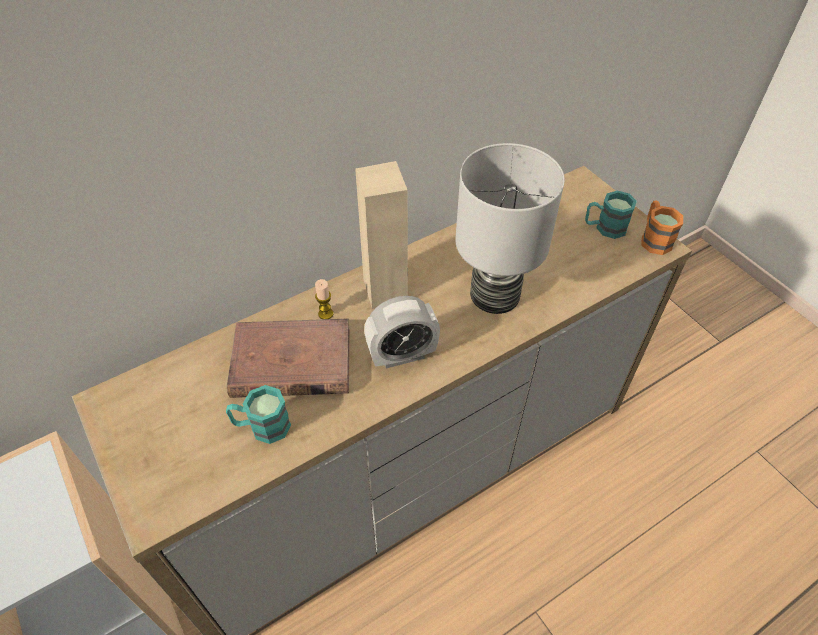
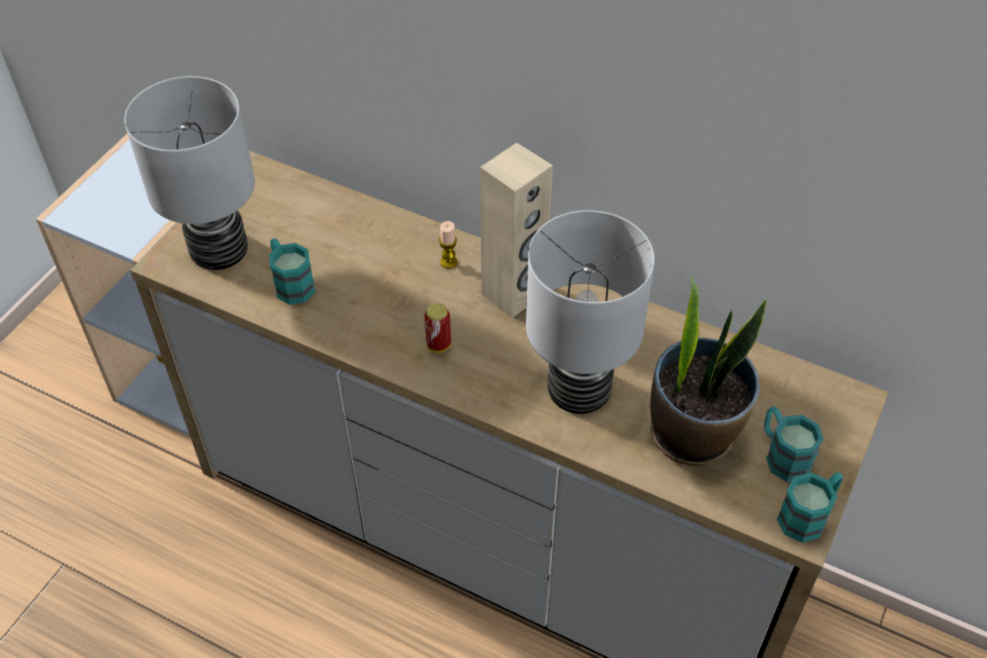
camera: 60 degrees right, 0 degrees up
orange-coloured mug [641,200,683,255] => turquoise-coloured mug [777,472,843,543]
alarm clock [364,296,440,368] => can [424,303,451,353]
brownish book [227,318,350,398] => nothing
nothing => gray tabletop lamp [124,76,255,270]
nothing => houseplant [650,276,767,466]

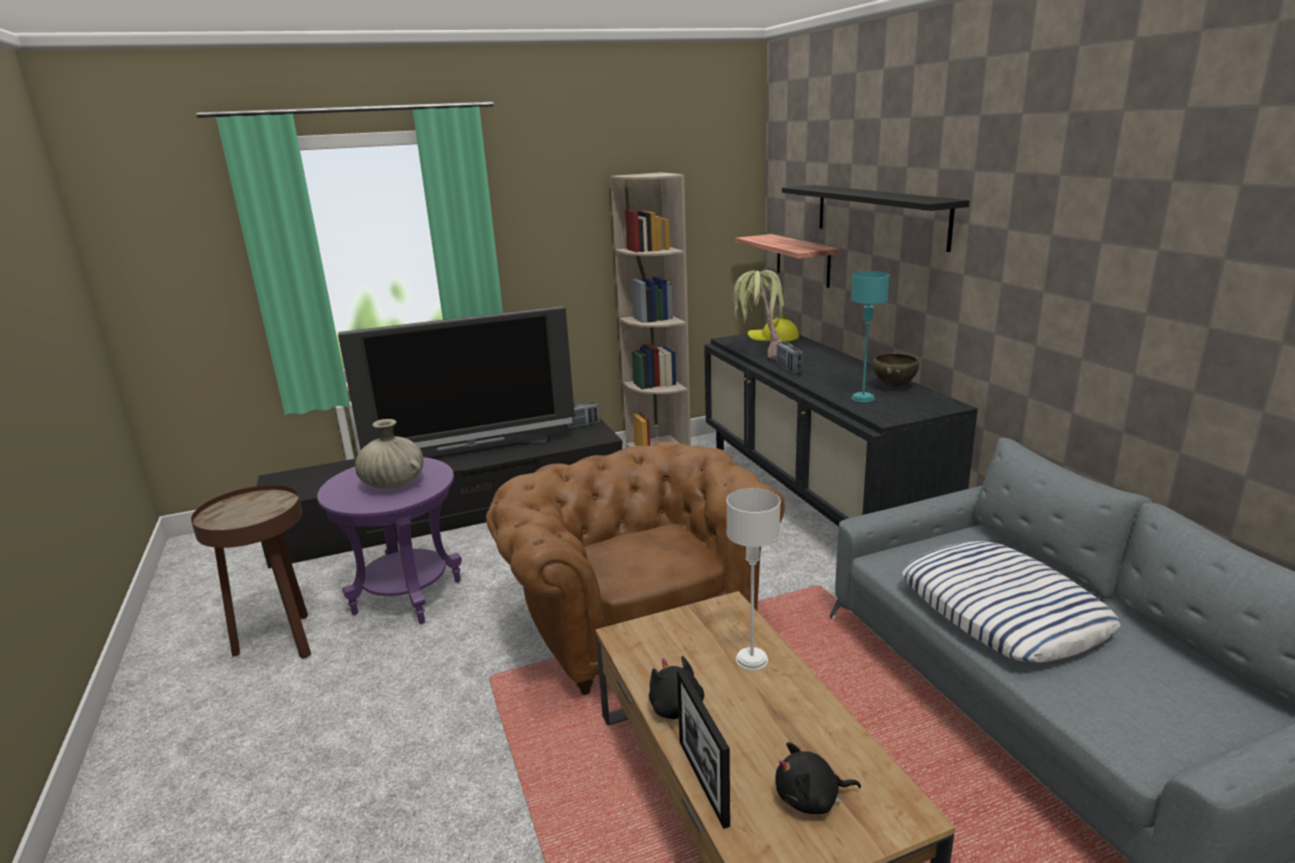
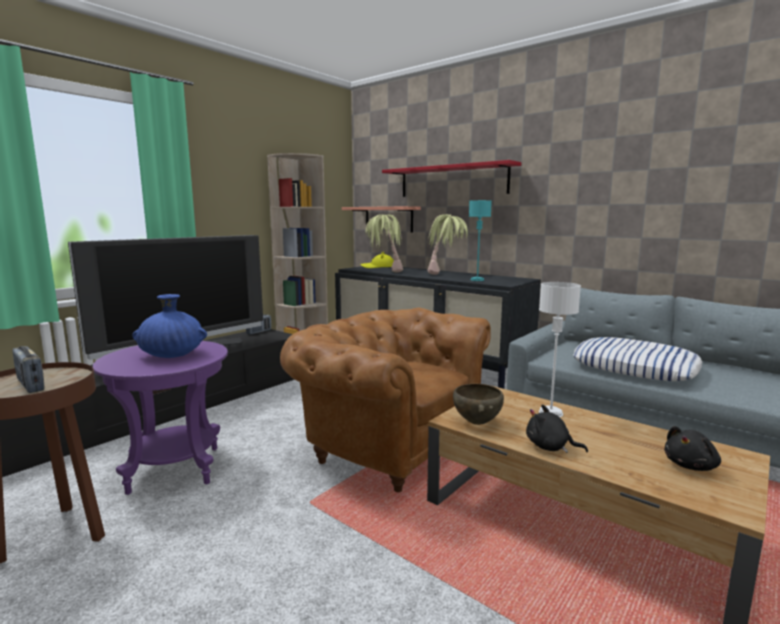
camera: 30 degrees left, 10 degrees down
black-coloured shelf [782,185,970,252] => reddish shelf [382,160,521,197]
radio set [776,342,804,375] => radio set [12,346,44,393], move
brownish deep dish [873,354,919,388] => brownish deep dish [453,384,504,425], move
beige-coloured decorative vase [355,419,424,489] => bluish decorative vase [132,294,207,358]
standing frame [677,669,730,829] => nothing
nothing => houseplant [427,214,468,275]

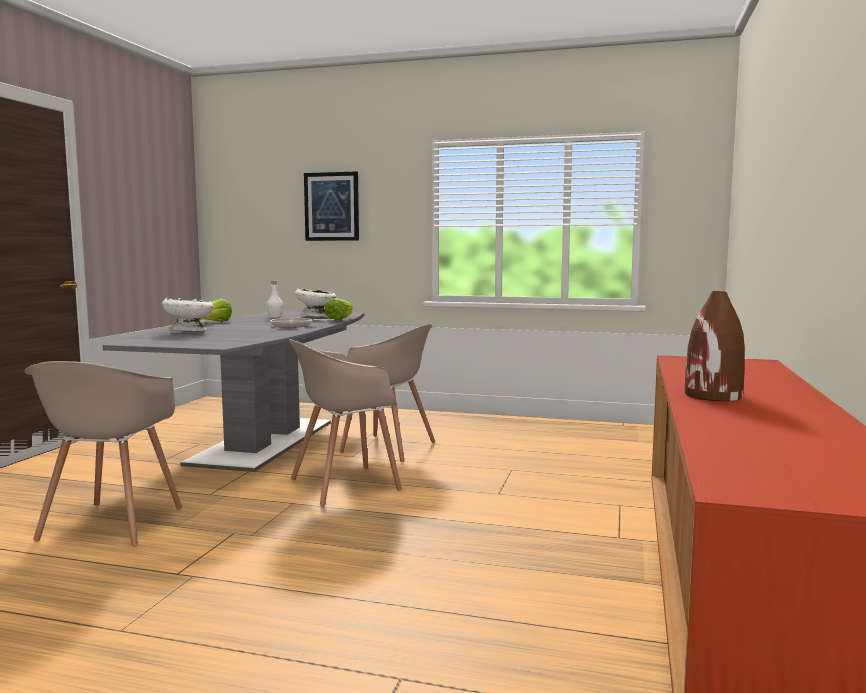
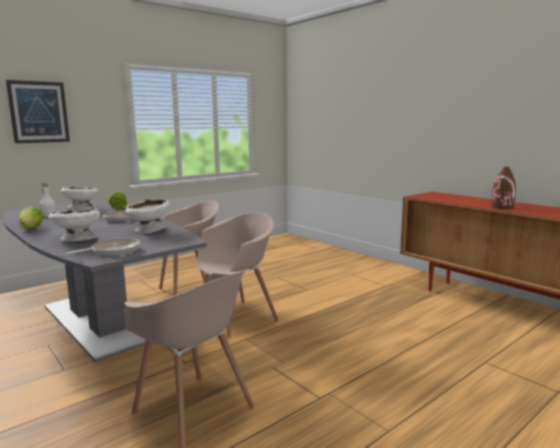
camera: 55 degrees left, 5 degrees up
beige-coloured upright chair [289,339,402,506] => beige-coloured upright chair [197,212,279,338], 135 degrees counterclockwise
nothing => whitish deep dish [126,198,170,234]
nothing => frying pan [65,238,140,256]

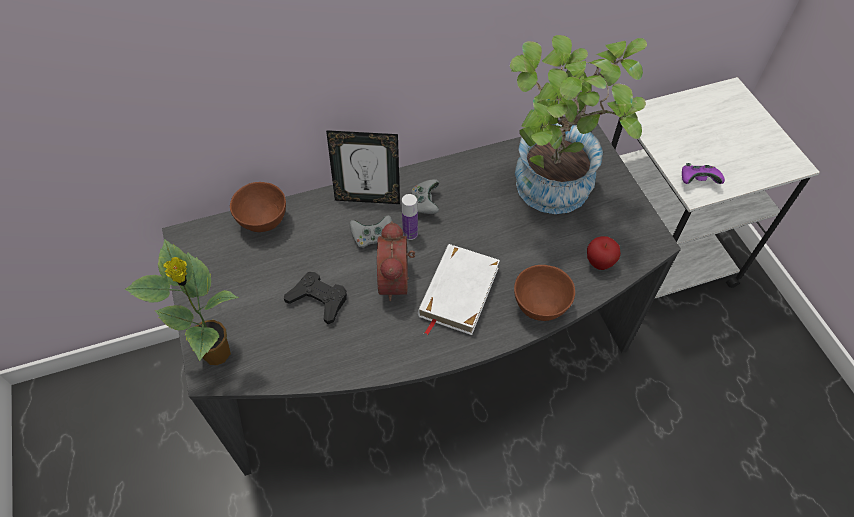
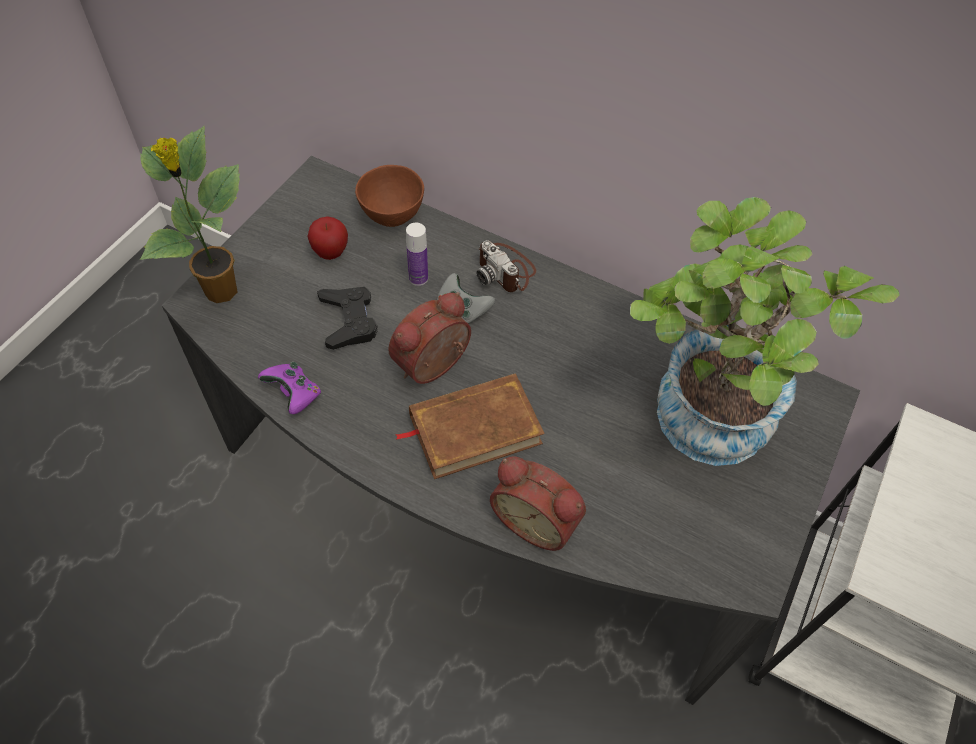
camera: 45 degrees right, 0 degrees up
standing frame [326,130,400,204] => still camera [476,240,536,292]
purple joypad [682,163,725,184] => purple joypad [258,362,321,414], move
gray joypad [411,179,439,214] => nothing
beverage bottle [402,194,418,240] => beverage bottle [406,223,428,286], move
apple fruit [587,236,621,270] => apple fruit [307,216,348,260], move
whitish book [418,244,500,335] => brownish book [396,373,545,479]
brownish deep dish [514,265,575,321] => alarm clock [490,457,586,551]

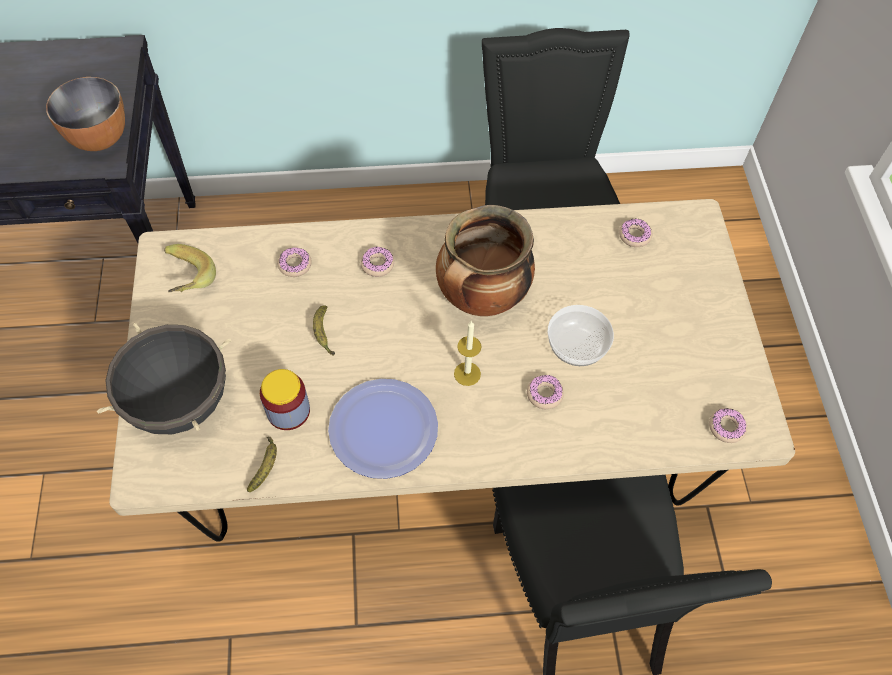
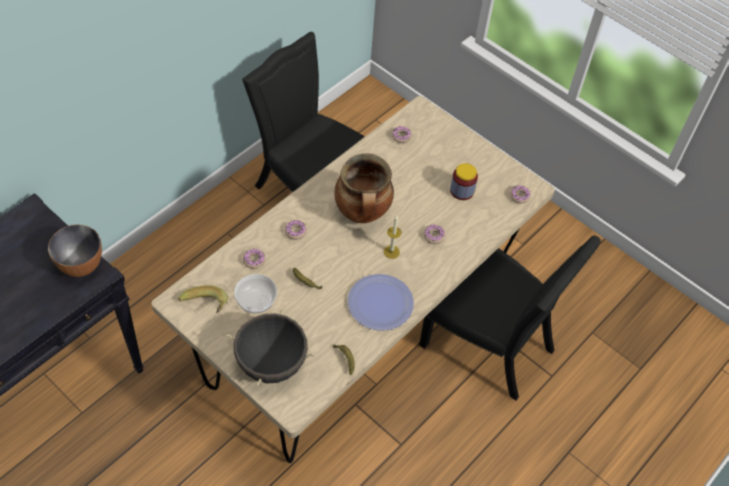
camera: 45 degrees left, 5 degrees down
deep dish [548,305,614,366] => deep dish [234,274,277,313], move
jar [260,369,310,430] => jar [450,163,478,200], move

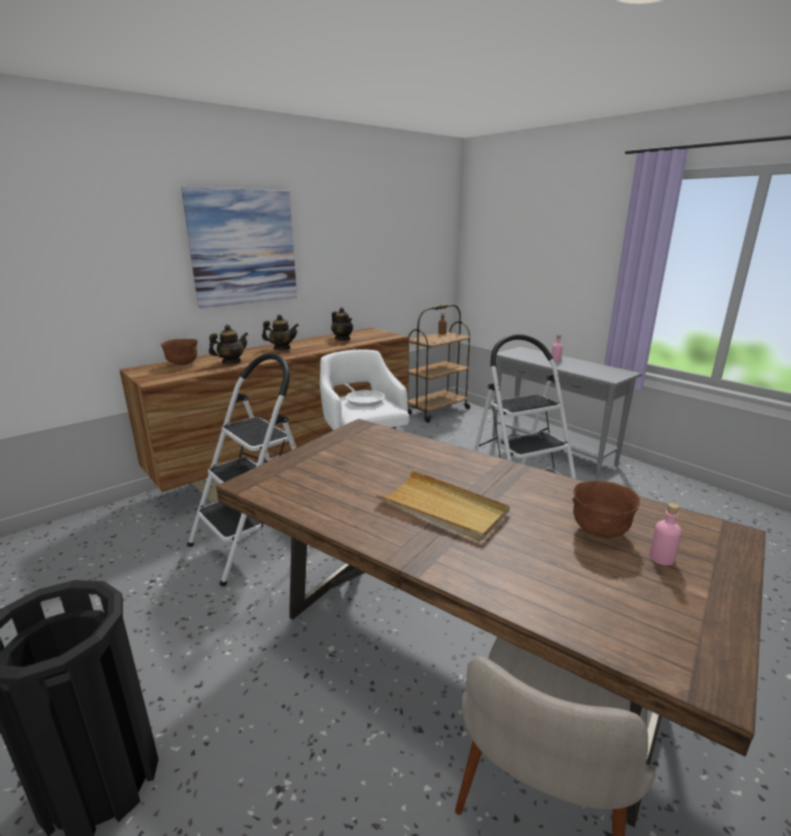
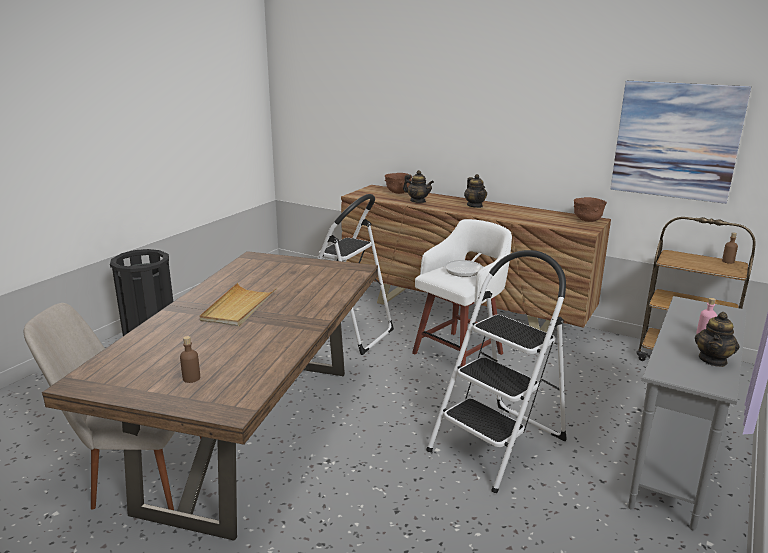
camera: 70 degrees right, 0 degrees up
wall picture [181,187,297,308] => wall picture [611,81,751,204], move
tea pot [331,307,353,340] => tea pot [695,312,739,367], move
brownish deep dish [572,481,640,538] => brownish deep dish [573,197,607,222], move
pink beverage bottle [649,503,682,566] => brownish beverage bottle [180,336,200,383]

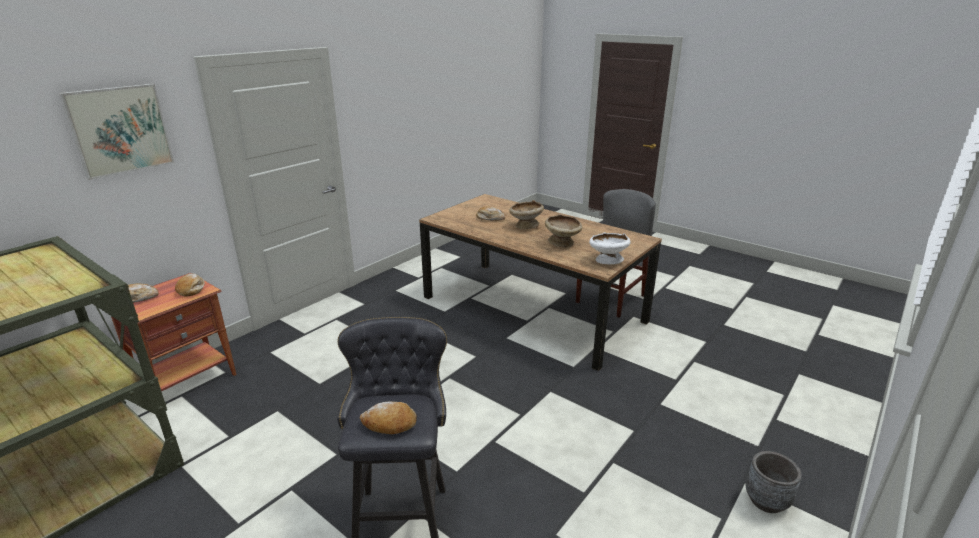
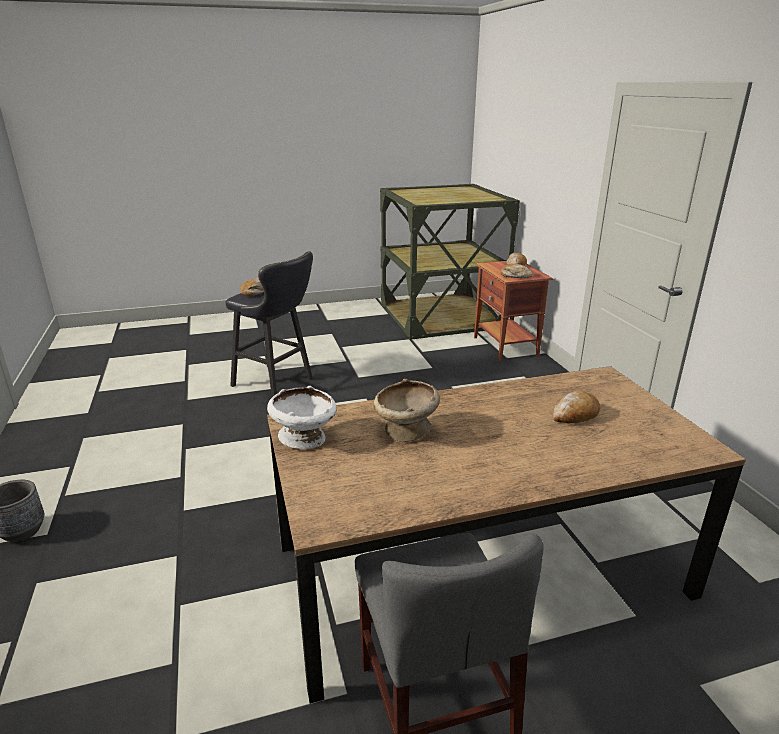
camera: 125 degrees right, 0 degrees up
wall picture [59,84,174,180] => nothing
beige-coloured deep dish [509,200,544,229] => nothing

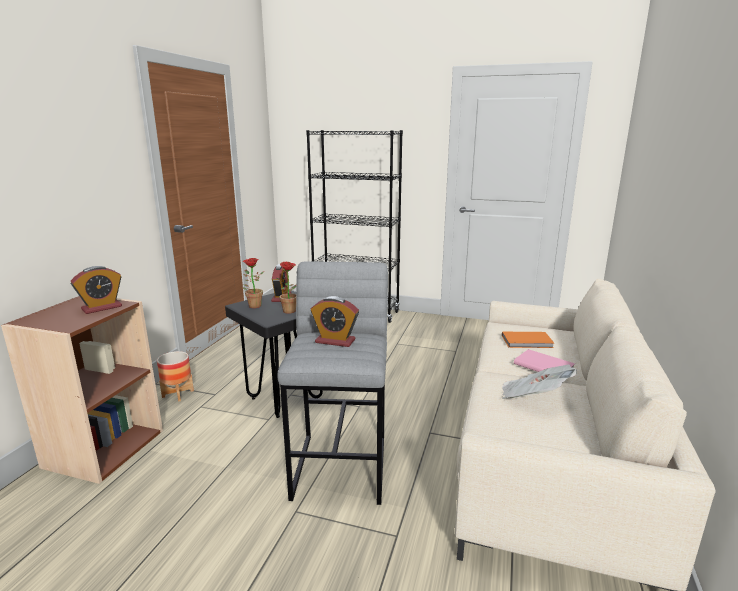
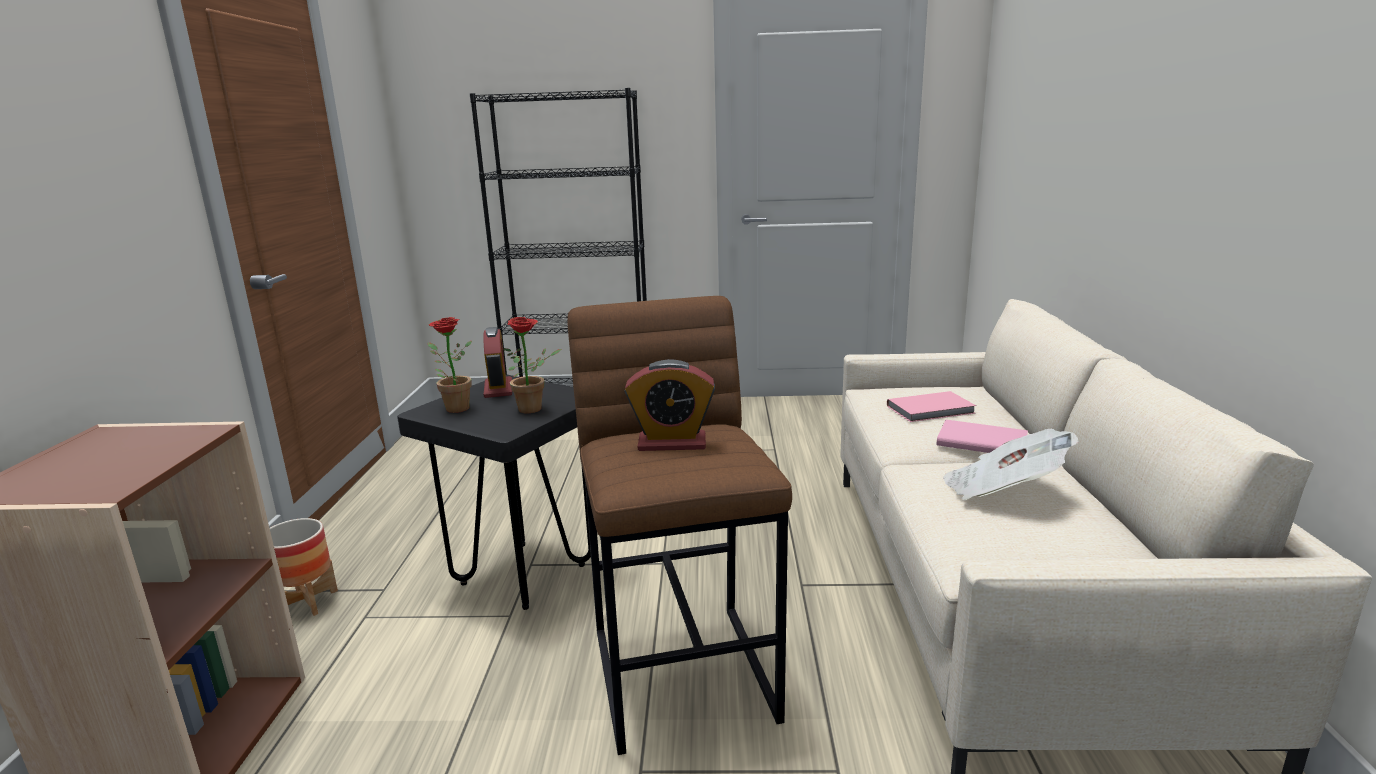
camera: 15 degrees left, 0 degrees up
gray sitting stool [277,261,388,505] => brownish sitting stool [567,296,792,755]
alarm clock [71,266,122,314] => nothing
orange-coloured book [502,332,554,348] => pink book [887,391,976,422]

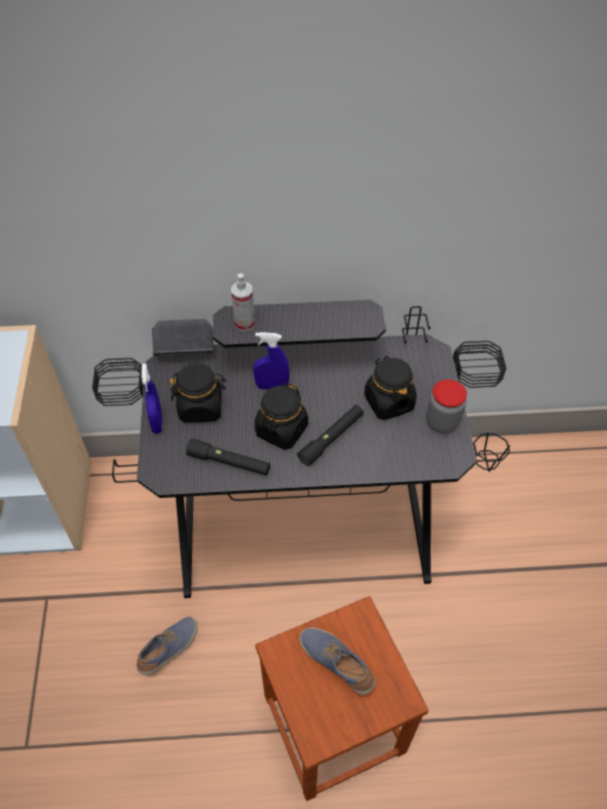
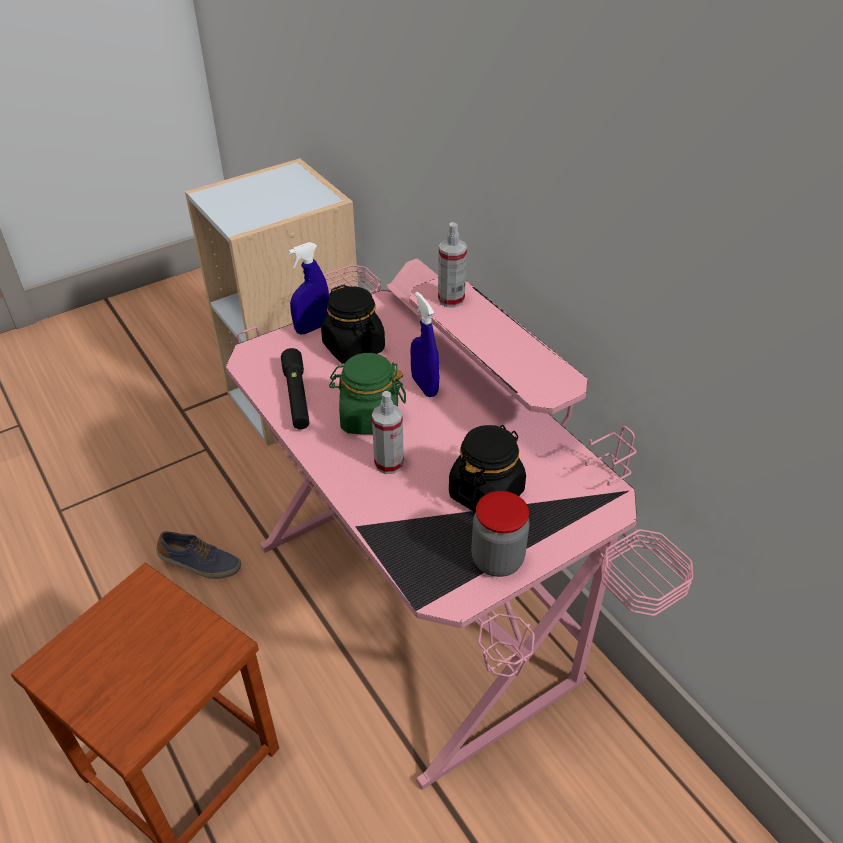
camera: 60 degrees right, 10 degrees down
black-coloured desk unit [92,300,510,598] => pink desk unit [226,259,693,790]
black-coloured jar [255,383,308,450] => greenish jar [329,353,406,434]
black-coloured torch [297,405,364,466] => hand sprayer [372,391,404,474]
item of footwear [299,628,375,695] => nothing

